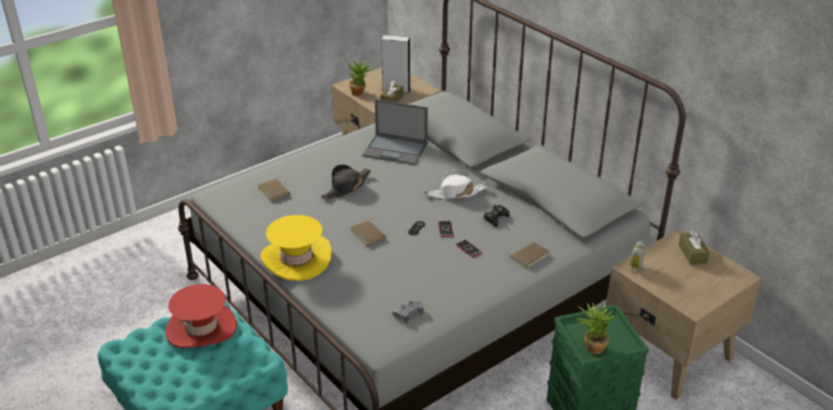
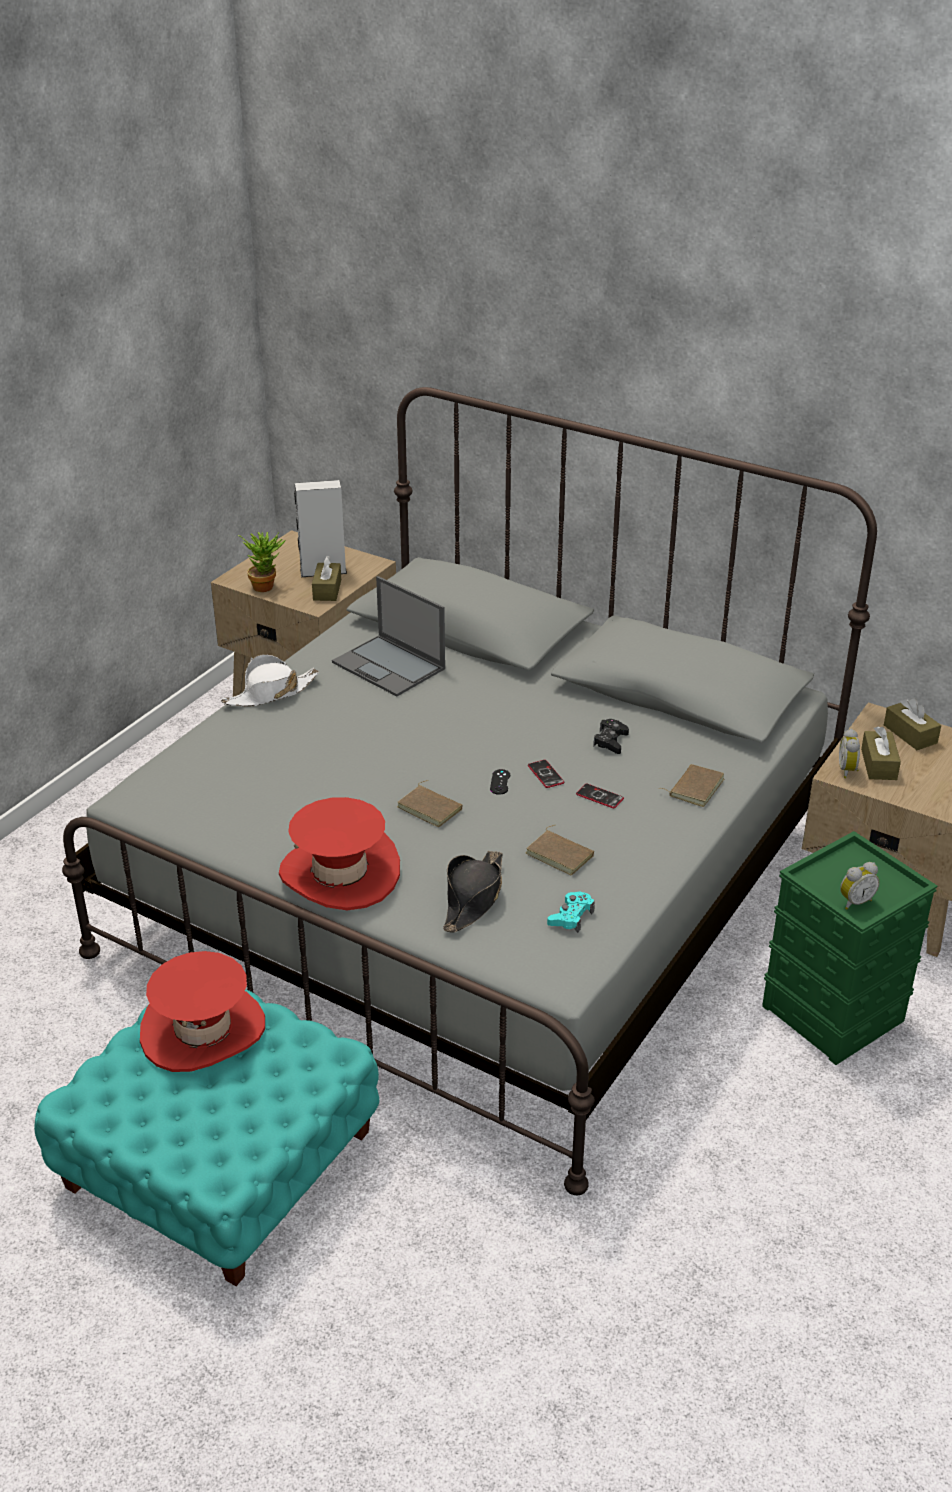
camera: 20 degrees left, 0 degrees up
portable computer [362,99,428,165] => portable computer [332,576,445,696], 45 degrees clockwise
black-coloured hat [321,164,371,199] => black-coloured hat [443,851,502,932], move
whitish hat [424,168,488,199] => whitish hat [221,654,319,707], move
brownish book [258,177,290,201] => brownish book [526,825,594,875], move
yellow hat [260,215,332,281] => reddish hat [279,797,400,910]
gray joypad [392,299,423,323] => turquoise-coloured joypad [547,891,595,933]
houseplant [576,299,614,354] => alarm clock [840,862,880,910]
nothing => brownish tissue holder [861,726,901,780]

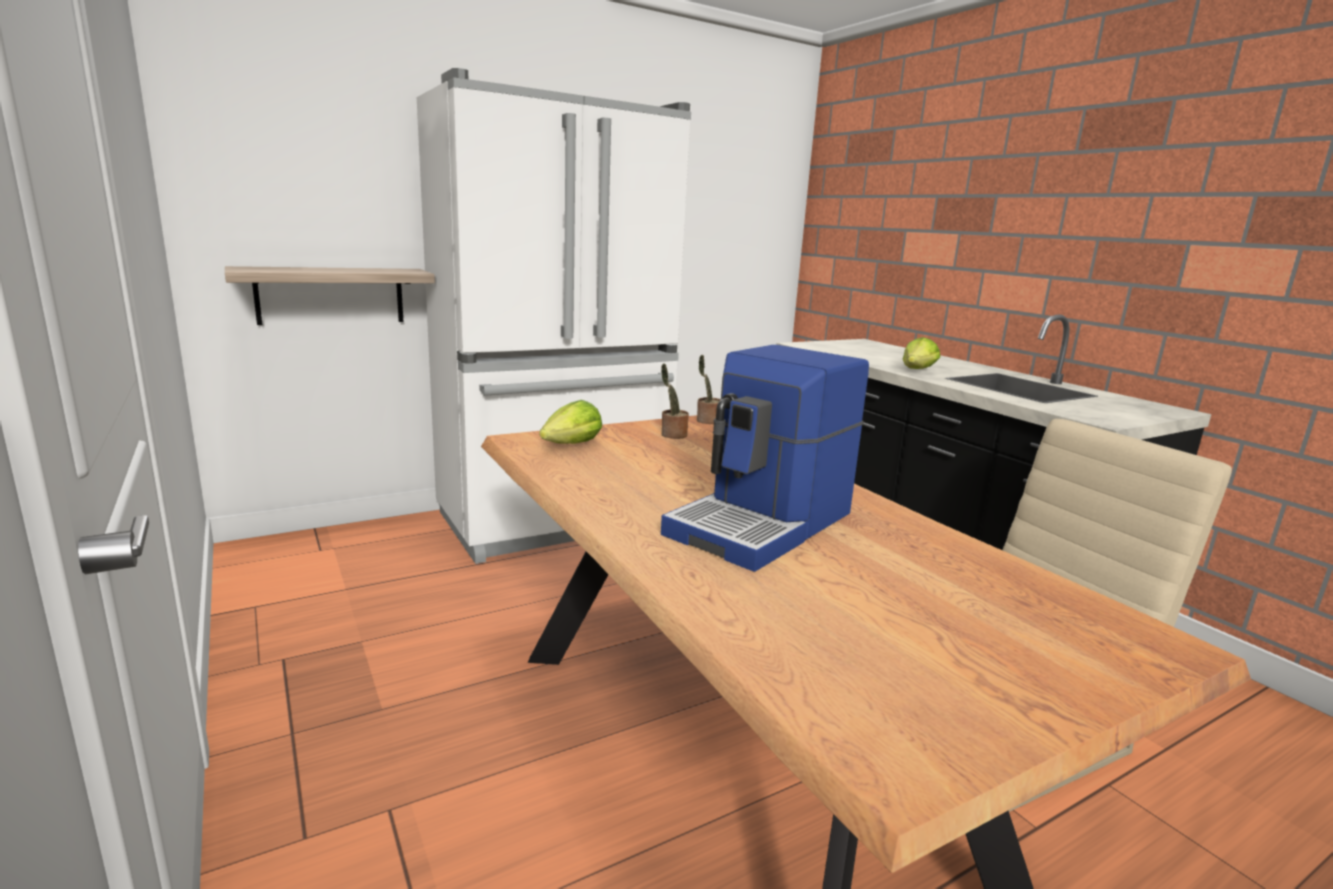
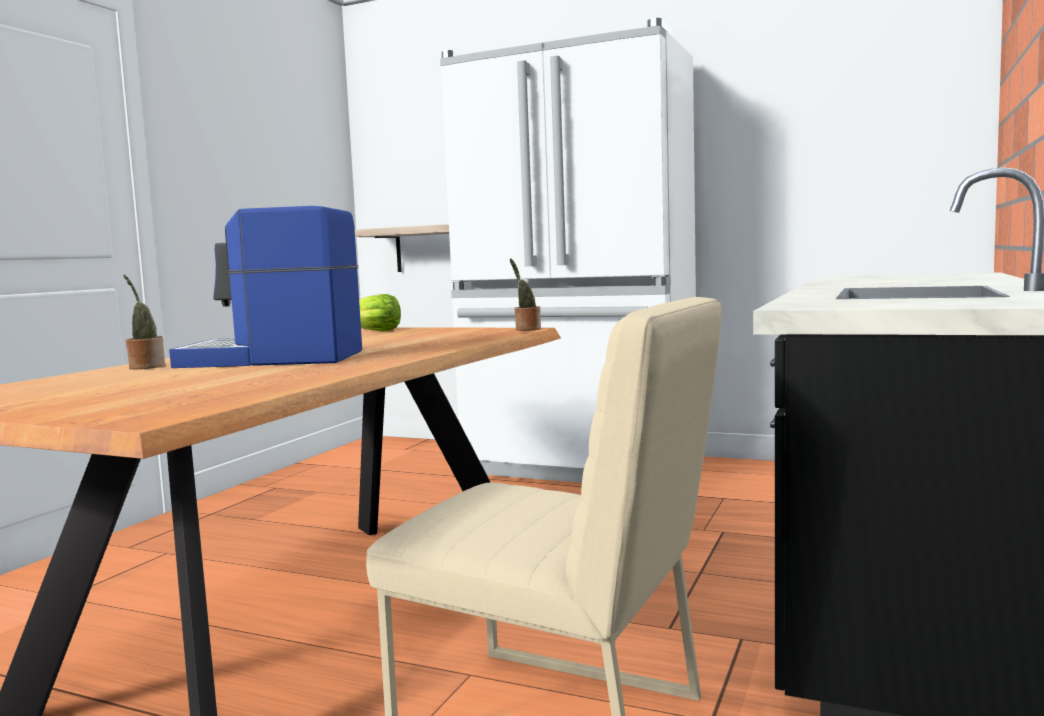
camera: 55 degrees right, 10 degrees down
lettuce [903,337,940,369] => nothing
houseplant [661,363,689,439] => houseplant [123,274,165,370], move

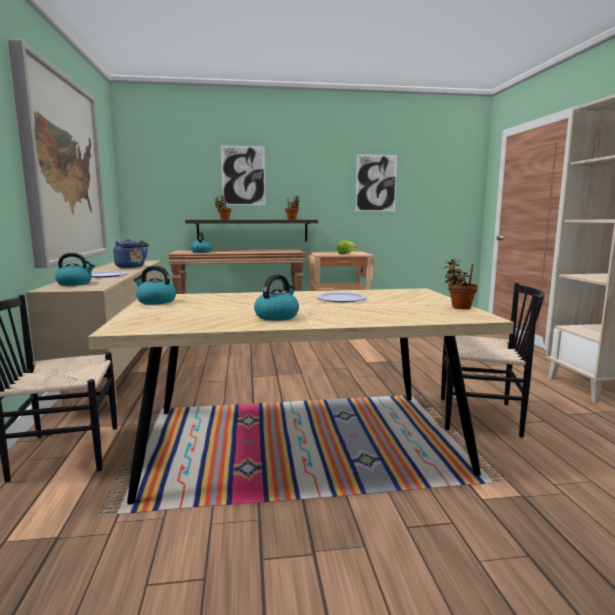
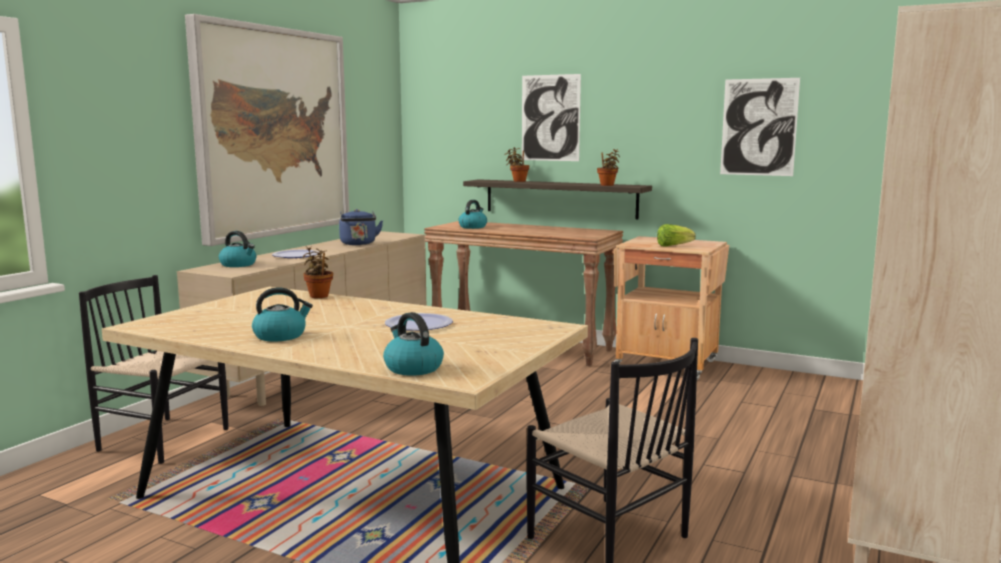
camera: 35 degrees right, 0 degrees up
houseplant [444,259,478,309] => houseplant [303,246,333,298], move
kettle [134,266,176,305] => kettle [383,312,444,376], move

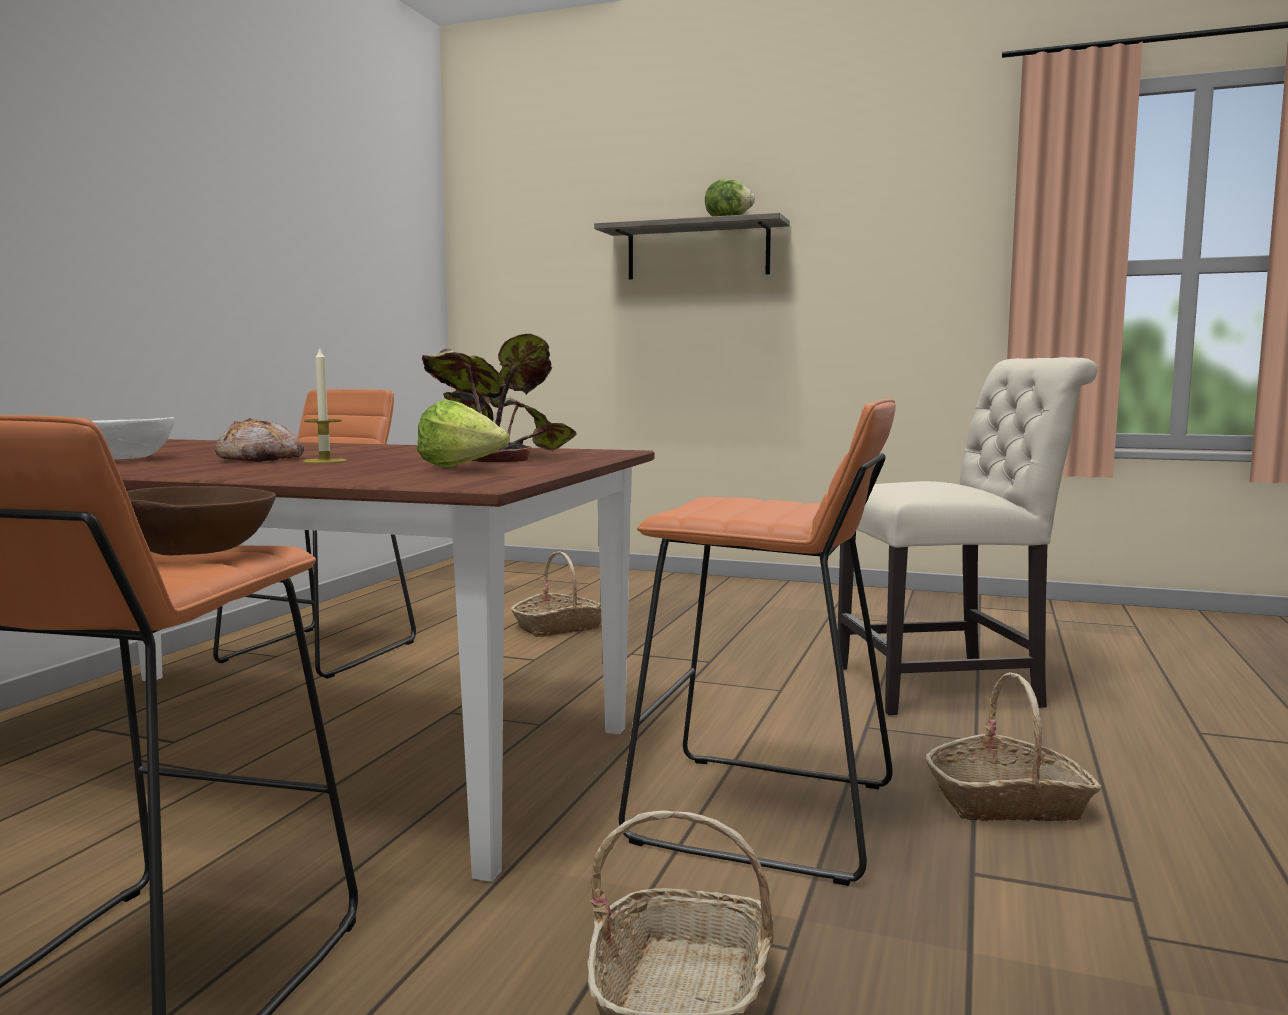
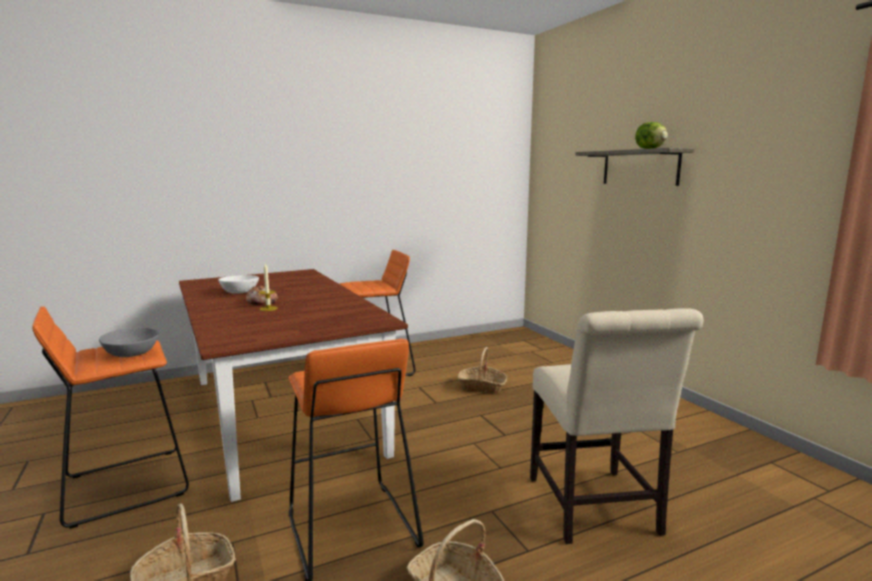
camera: 45 degrees right, 5 degrees up
houseplant [422,333,576,462] => nothing
beige-coloured upright chair [838,357,1097,716] => beige-coloured upright chair [530,309,703,544], 45 degrees clockwise
lettuce [417,399,510,468] => nothing
brownish deep dish [127,486,276,555] => gray deep dish [99,327,159,357]

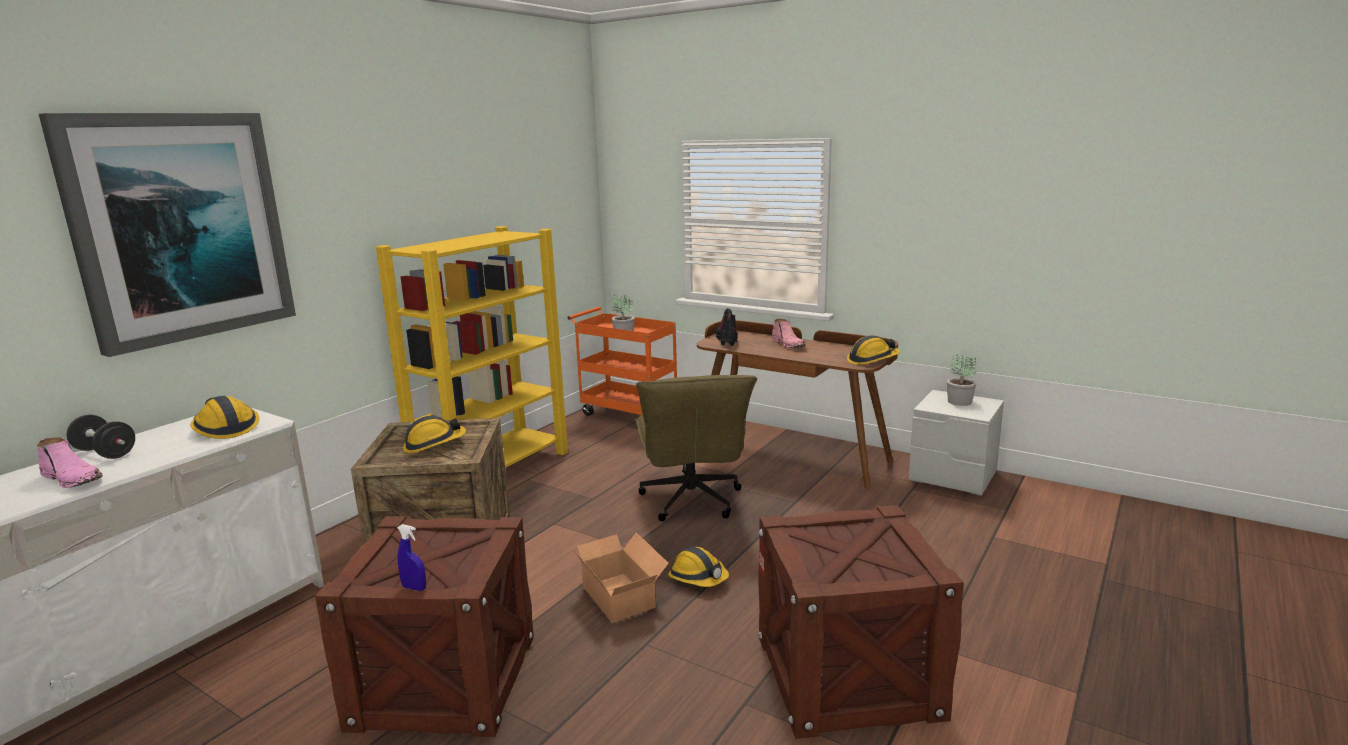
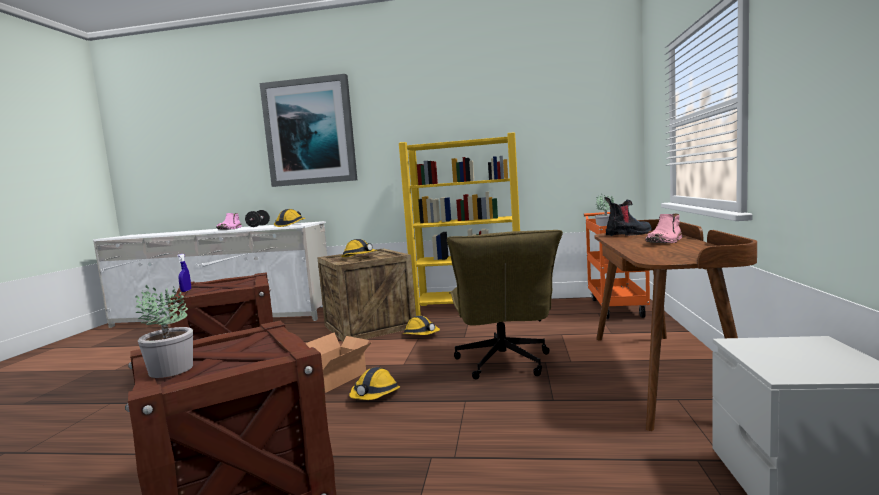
camera: 65 degrees right, 10 degrees down
safety helmet [847,335,900,365] => safety helmet [403,315,440,335], move
houseplant [947,354,977,406] => houseplant [136,285,193,378], move
beige-coloured computer chair [634,375,757,522] => beige-coloured computer chair [447,230,563,380], 60 degrees counterclockwise

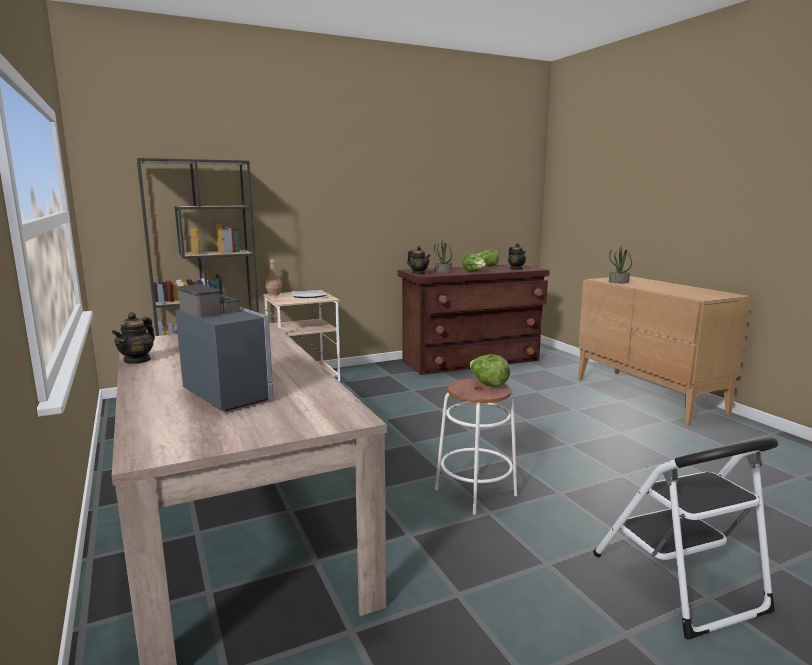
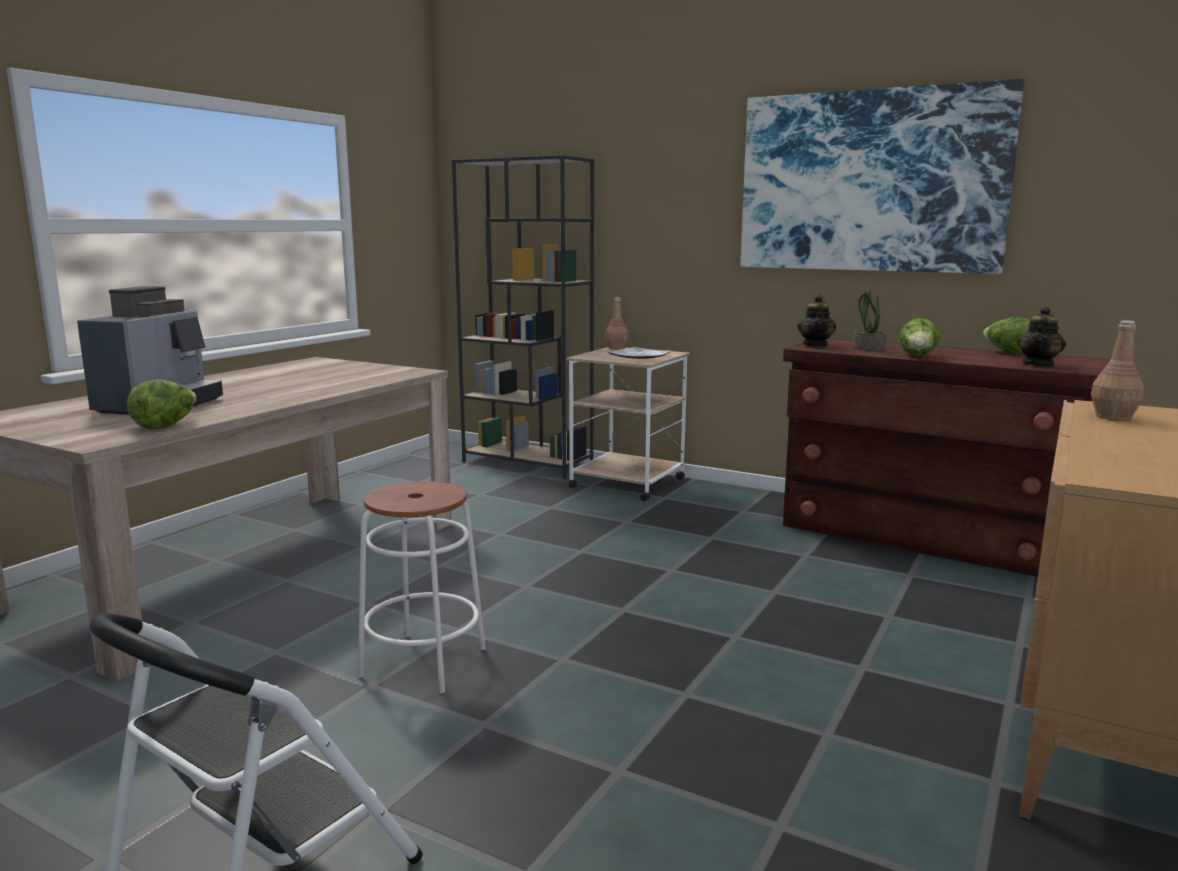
camera: 55 degrees right, 0 degrees up
houseplant [609,246,632,283] => brownish beverage bottle [1091,320,1144,421]
tea pot [112,312,155,364] => nothing
lettuce [470,354,510,387] => lettuce [127,379,196,429], move
nothing => wall picture [741,78,1024,274]

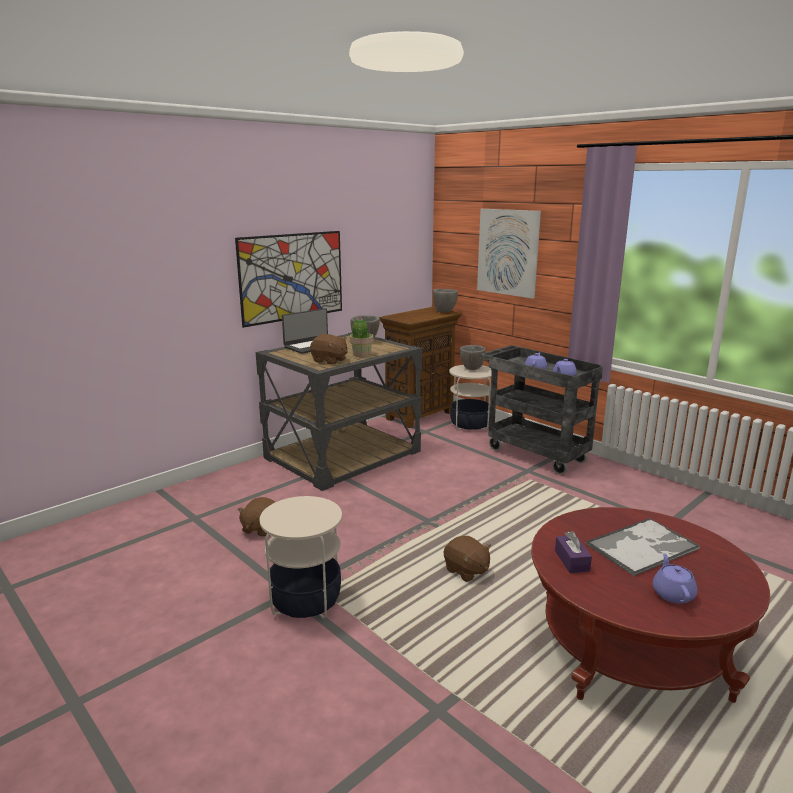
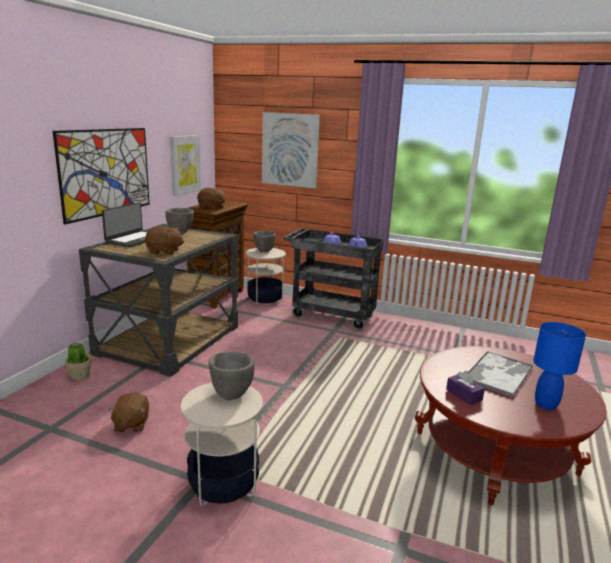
camera: 25 degrees left, 0 degrees up
gray deep dish [433,289,458,313] => gray deep dish [209,351,255,400], move
houseplant [350,317,374,357] => houseplant [65,341,92,381], move
brownish cuddly toy [444,536,491,582] => brownish cuddly toy [197,188,225,210], move
purple tea pot [653,553,697,604] => bluish tabletop lamp [533,322,586,410]
nothing => wall picture [170,135,201,196]

